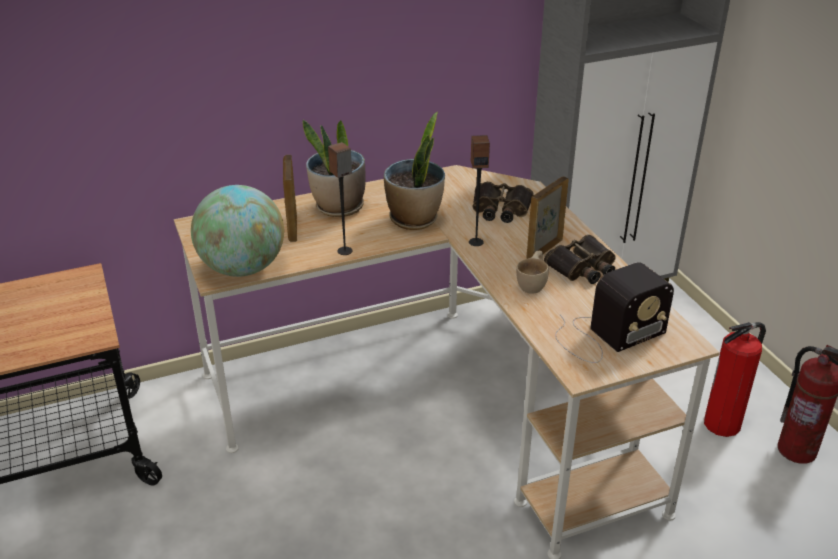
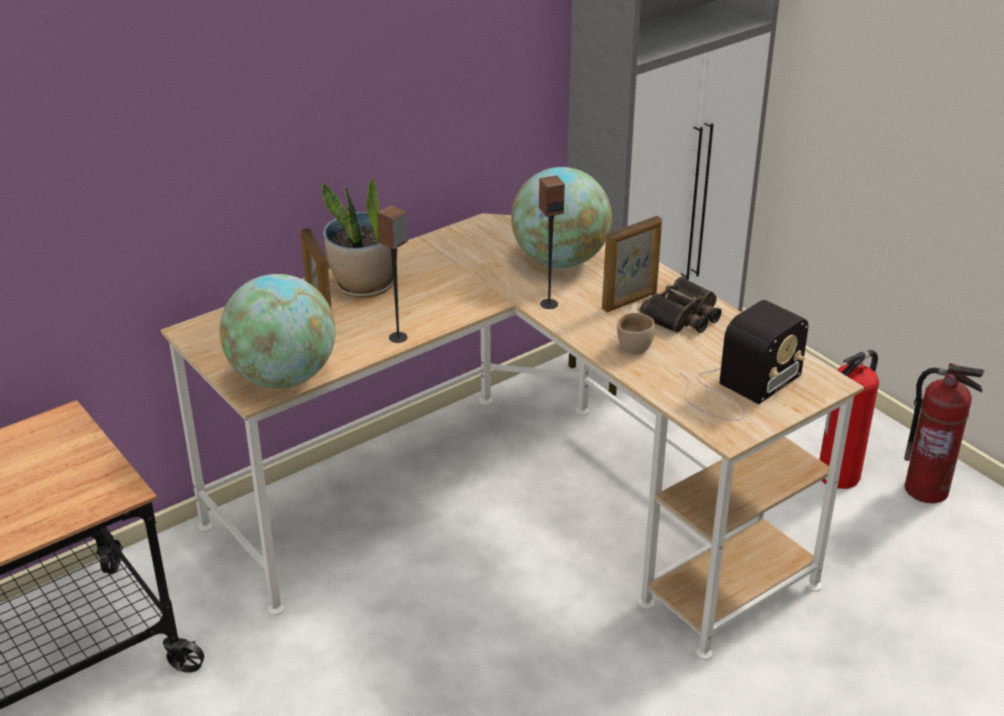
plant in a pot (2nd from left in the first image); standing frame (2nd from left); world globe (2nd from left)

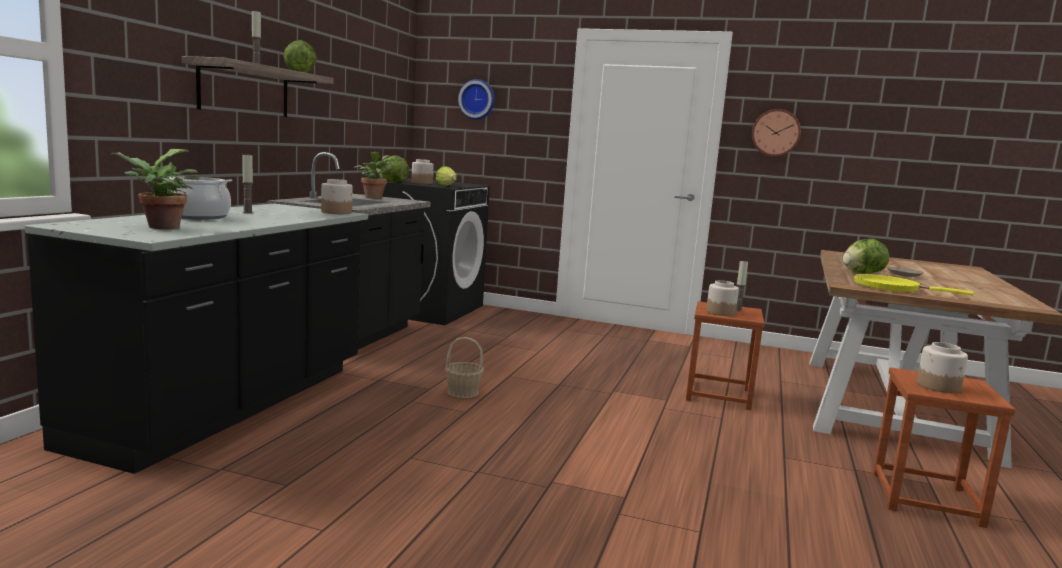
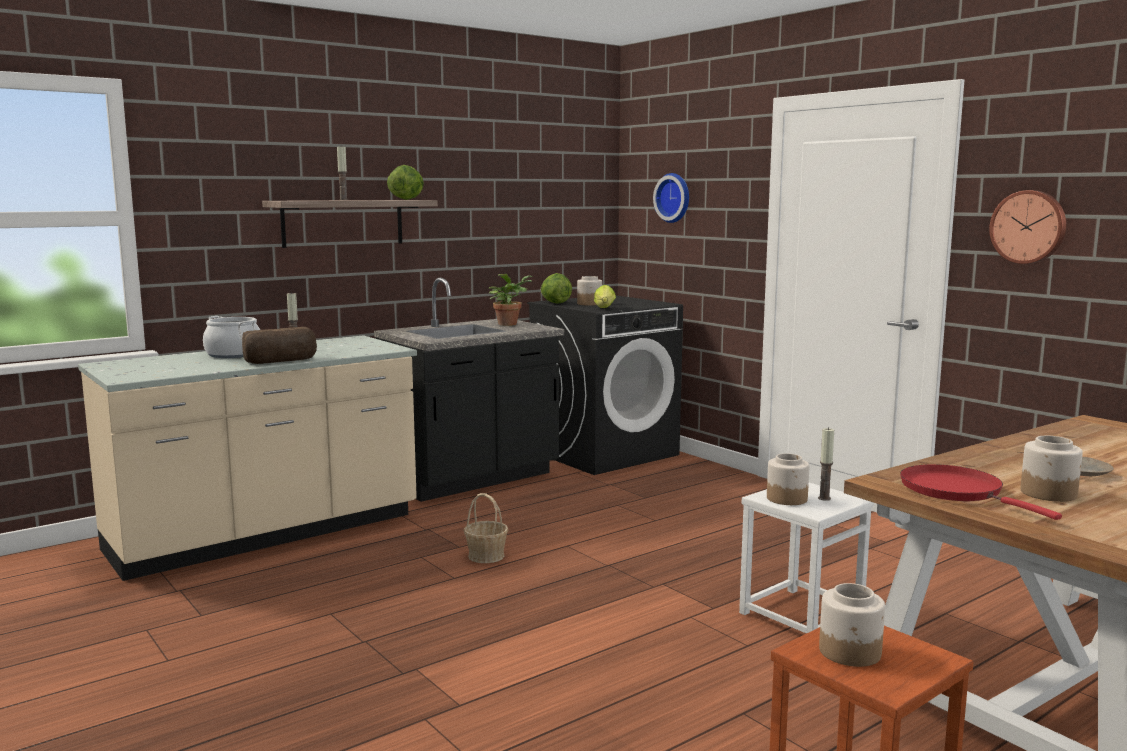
plant in a pot (1st from left in the first image); storage jar (4th from left); sand-coloured counter; lettuce head (4th from left in the first image); red-coloured frying pan; whitish stool; bread

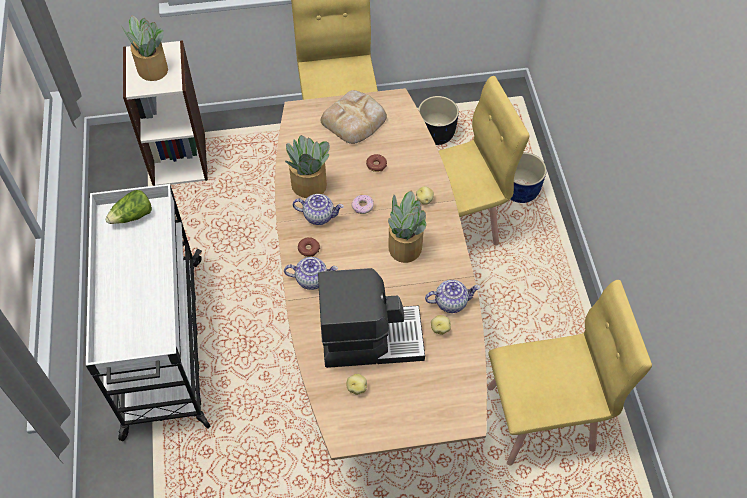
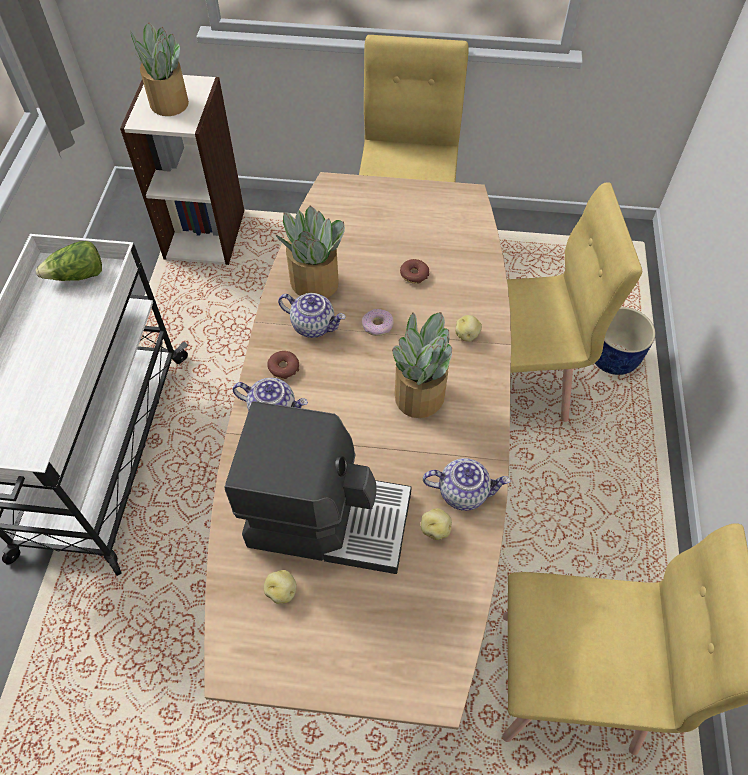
bread; black plant pot

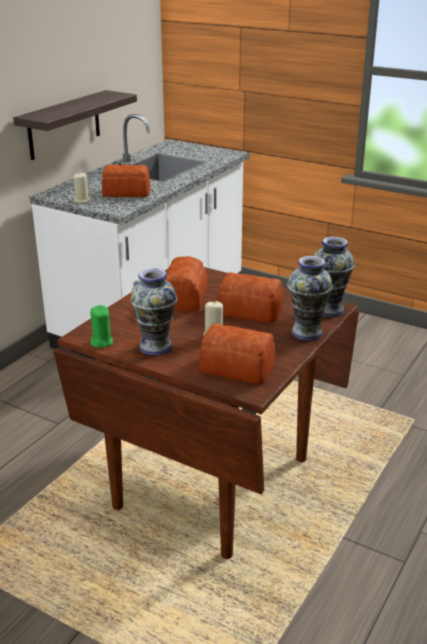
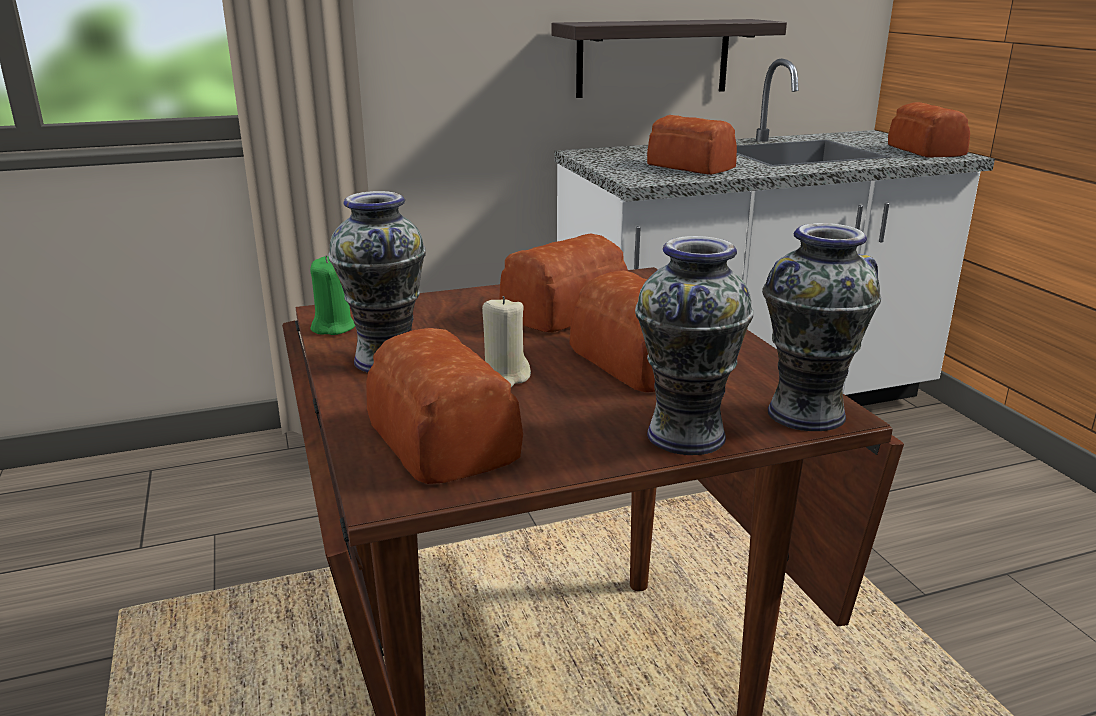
sand-coloured wax candle (1st from left in the first image); bread (5th from left)

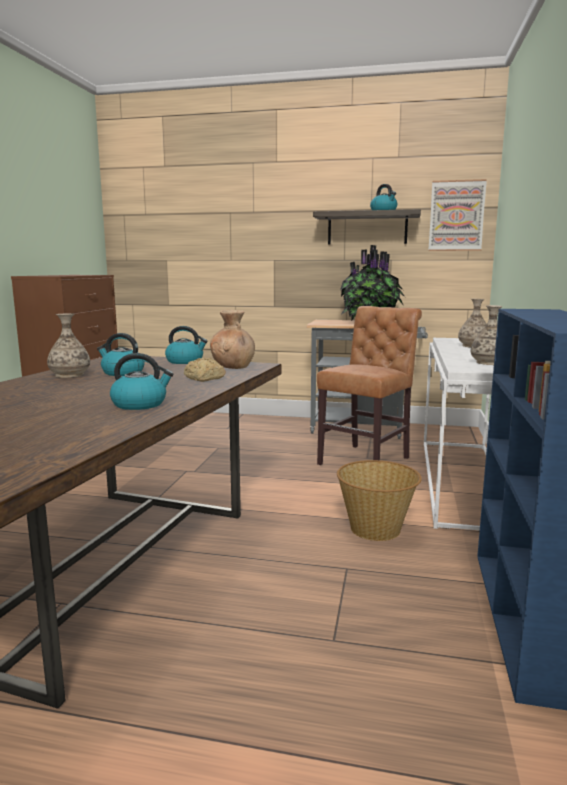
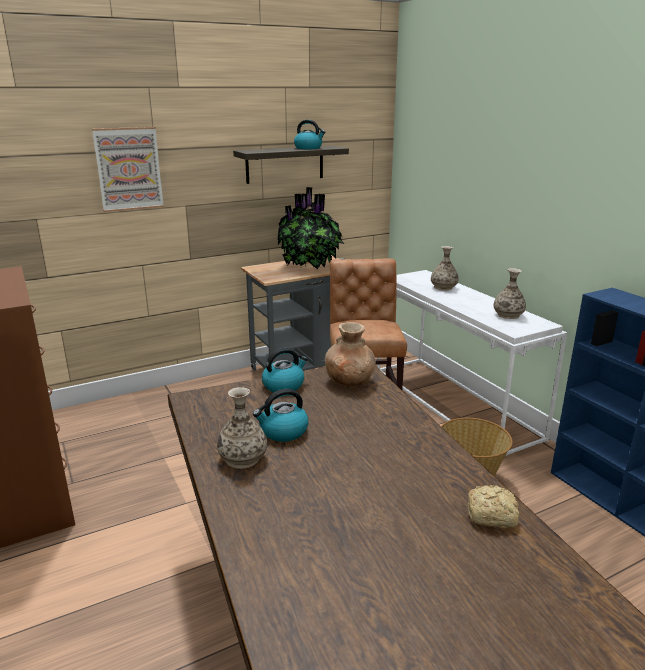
wall picture; kettle (2nd from left in the first image); bread

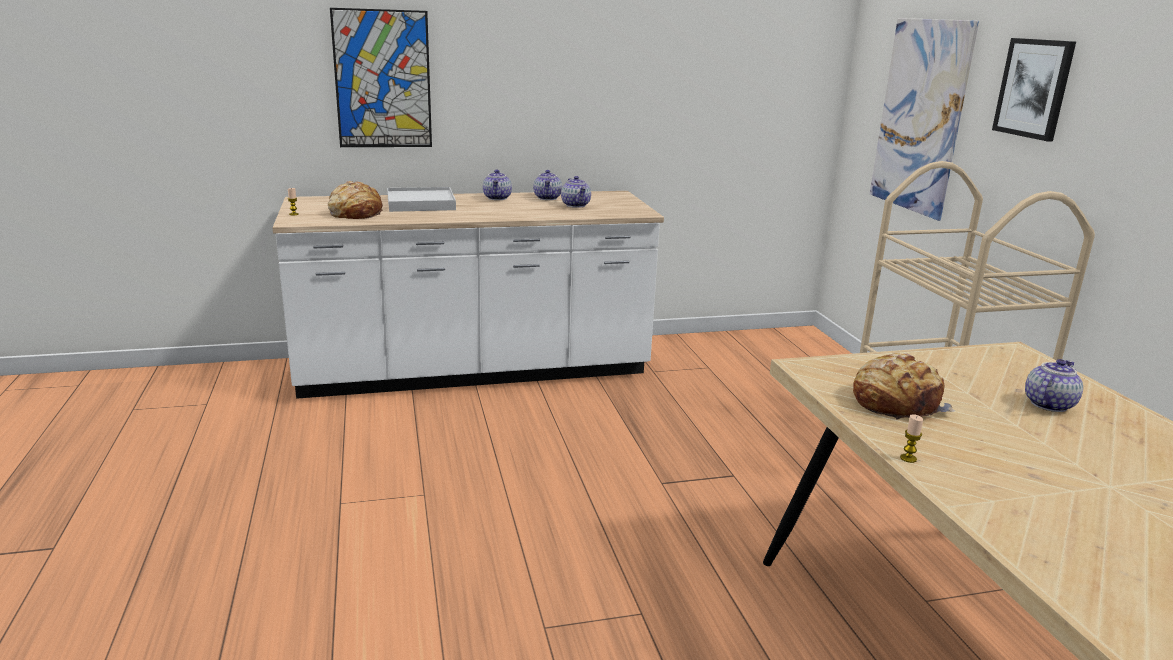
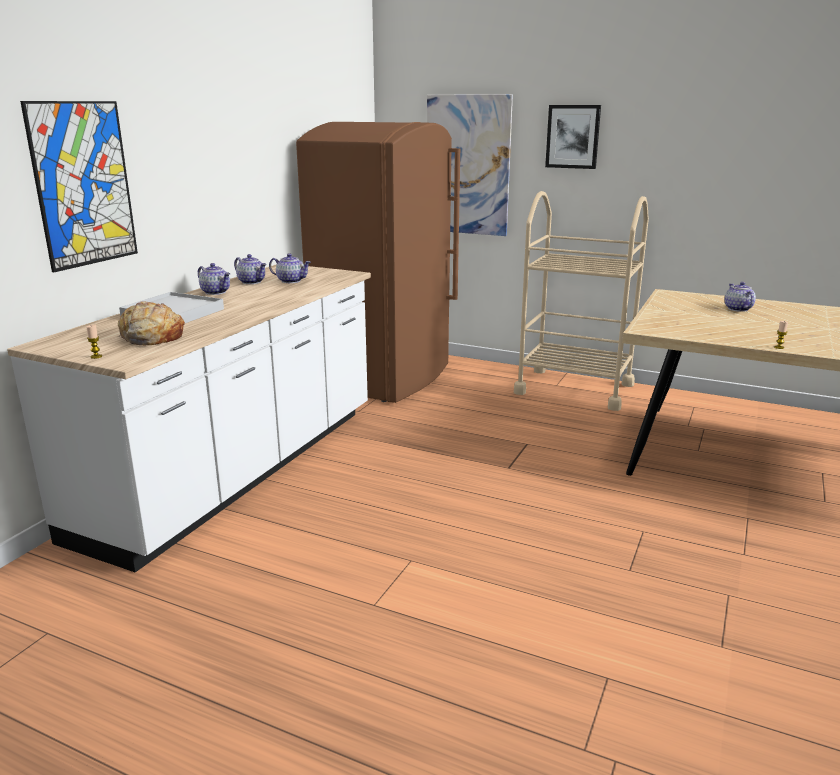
bread (2nd from left in the first image); brownish fridge

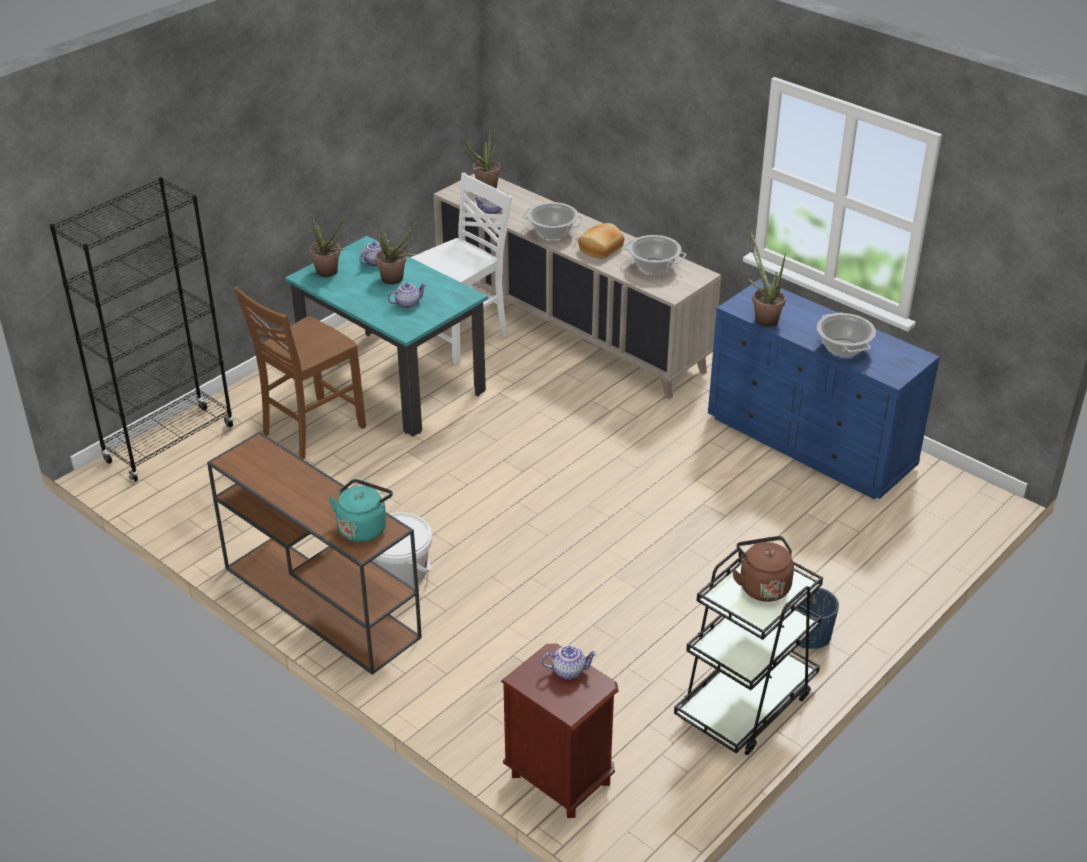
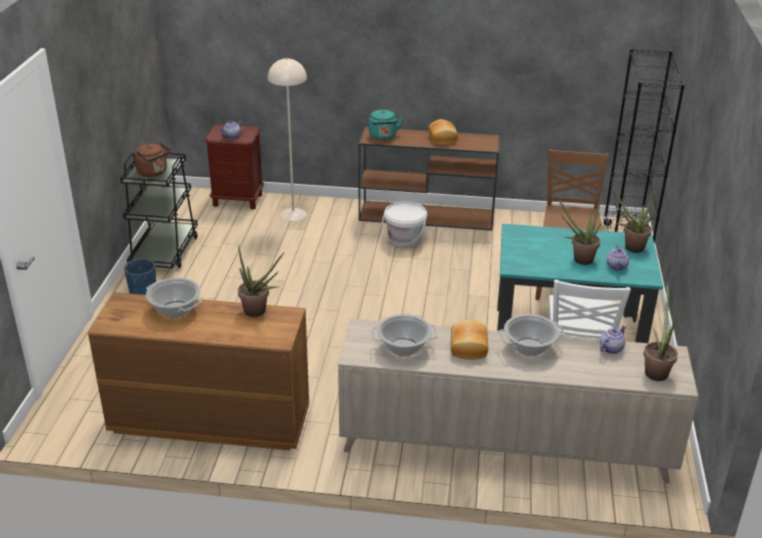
brownish chest of drawers; teapot (2nd from left in the first image); sand-coloured floor lamp; bread (1st from left)

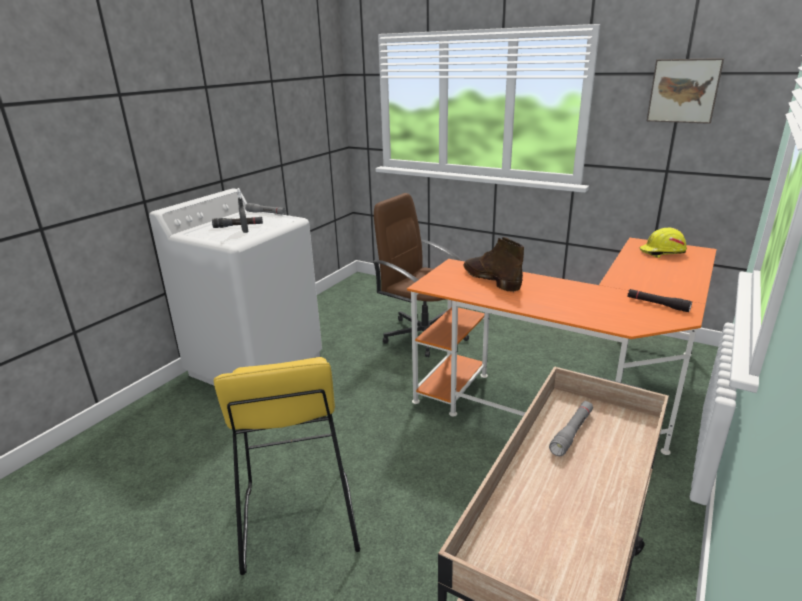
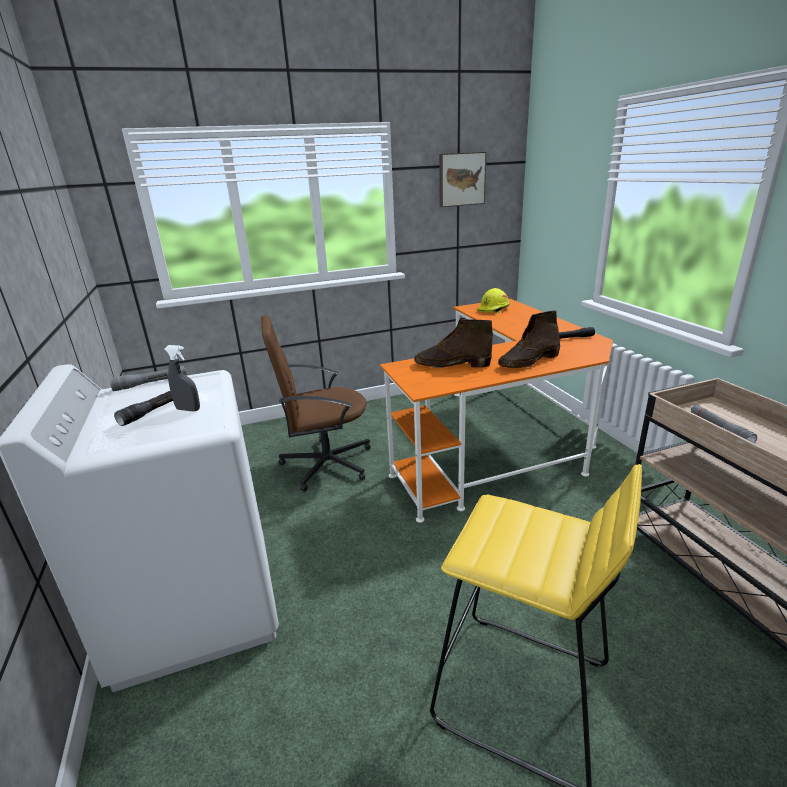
brownish high-top boot (2nd from left)

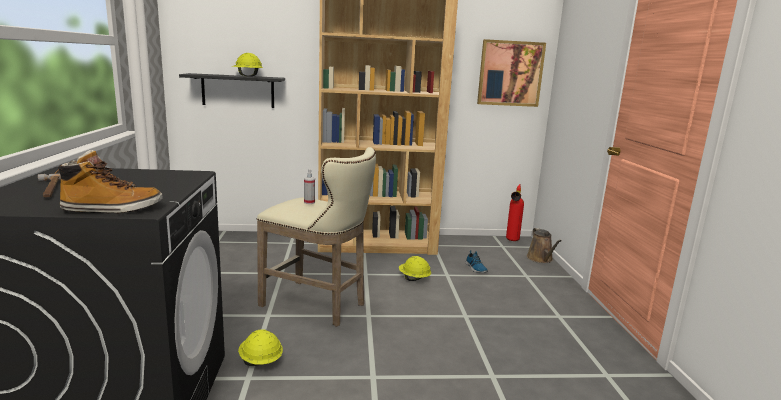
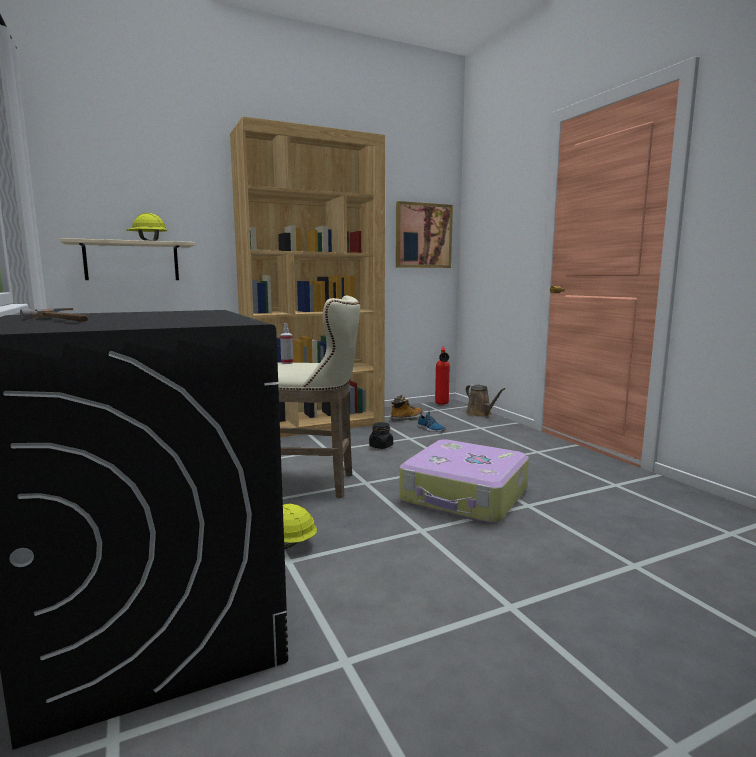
sand-coloured wall shelf; high-top boot; black storage jar; suitcase

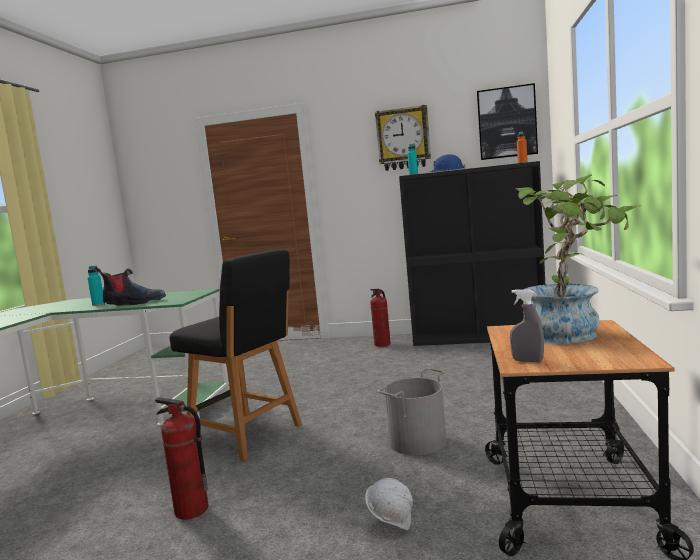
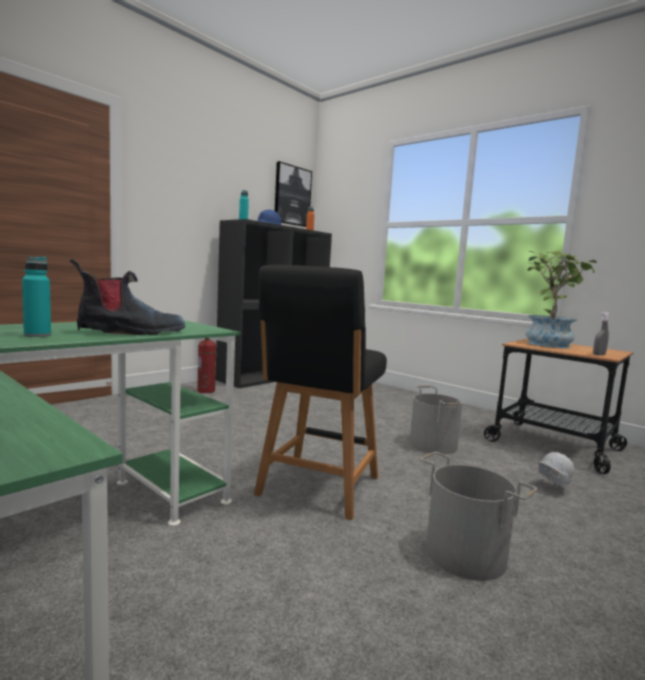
hanging clock; black chair; high-top boot; grey pail (2nd from left)

